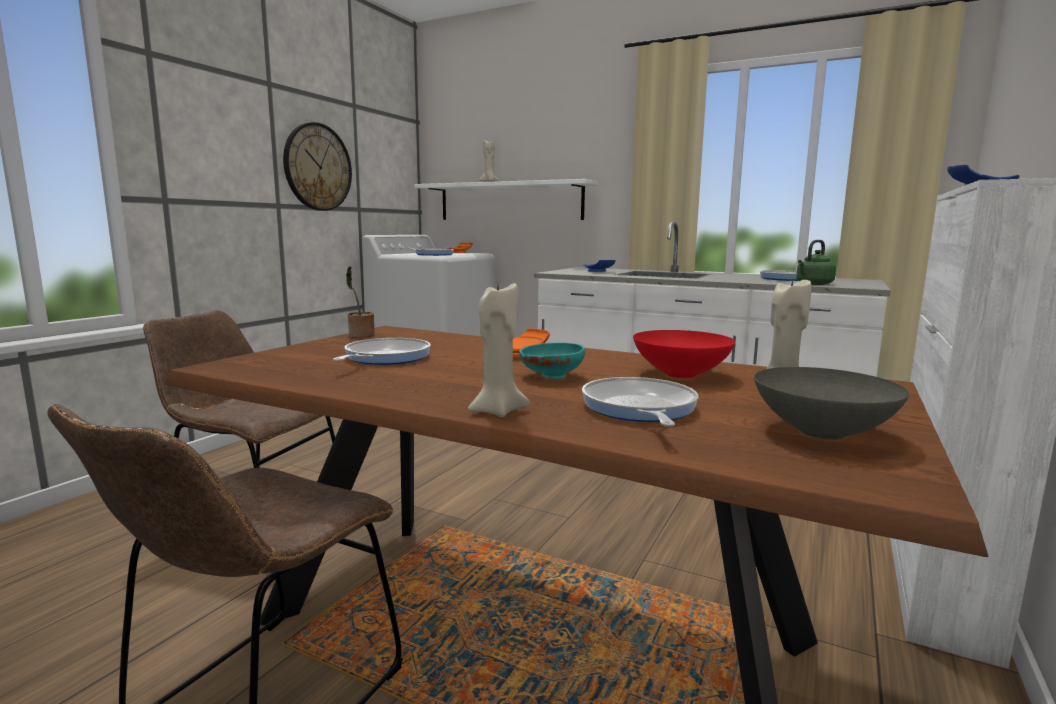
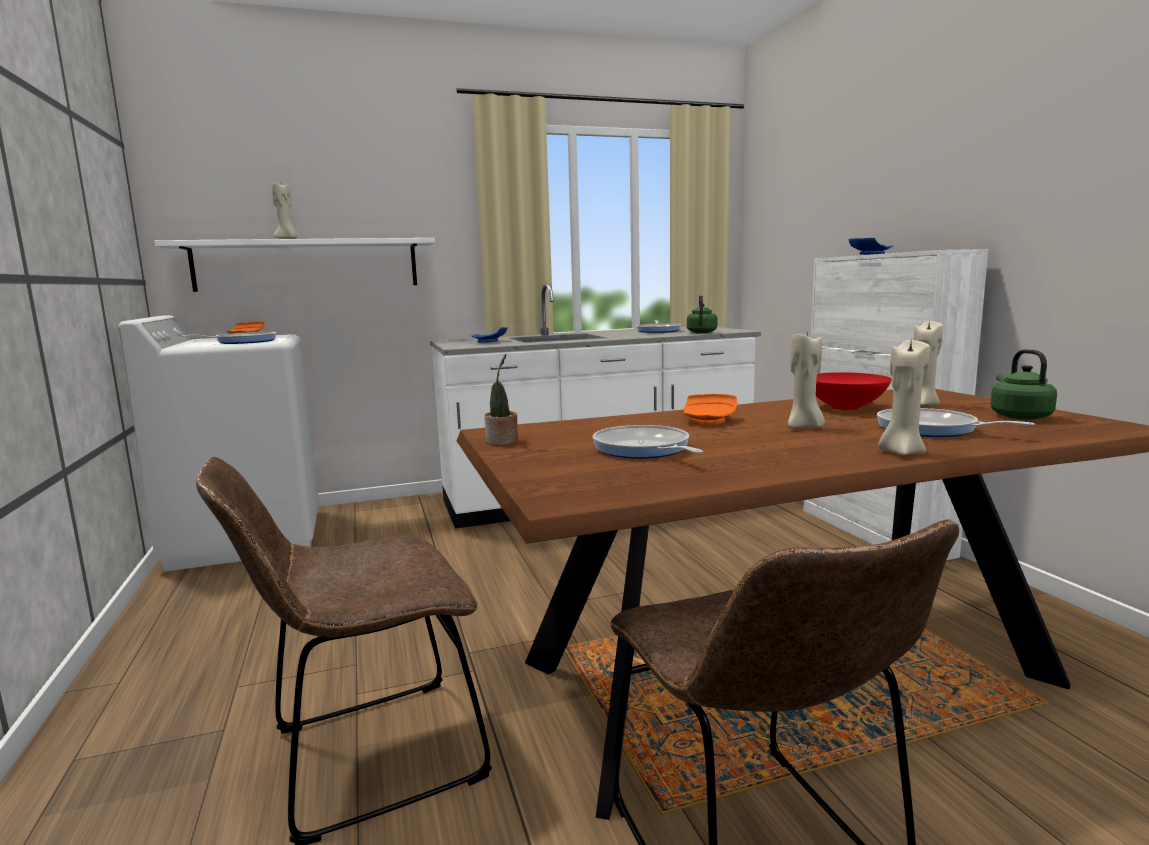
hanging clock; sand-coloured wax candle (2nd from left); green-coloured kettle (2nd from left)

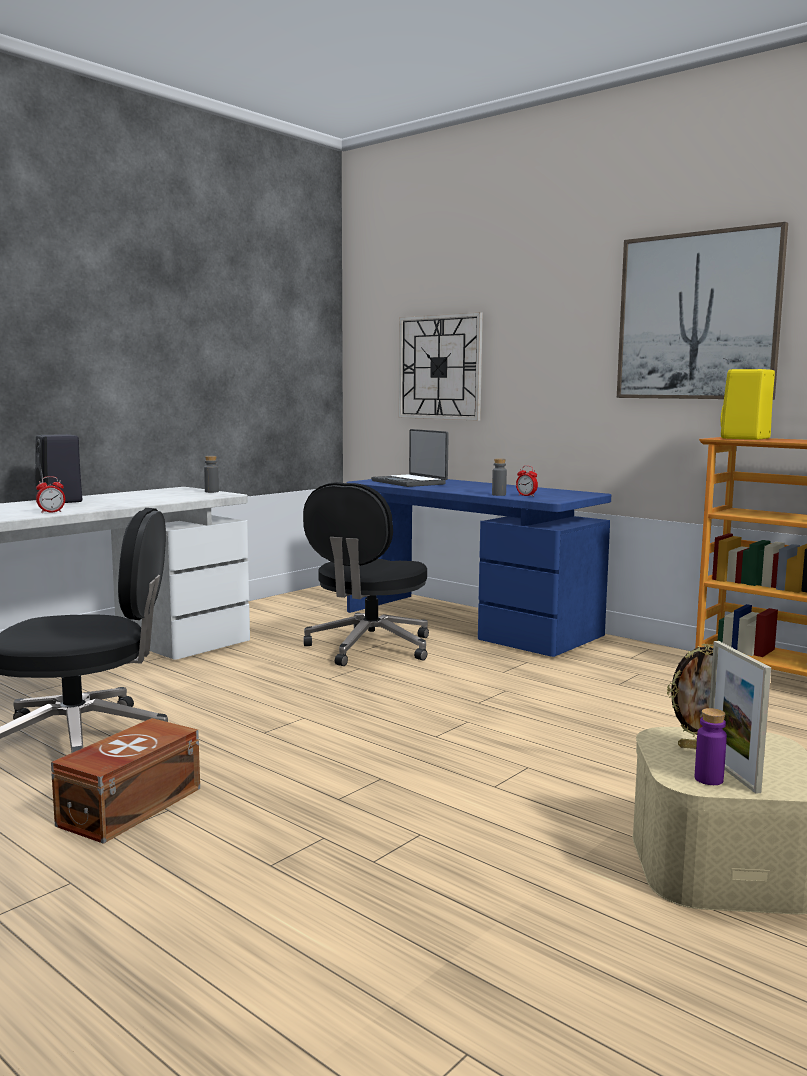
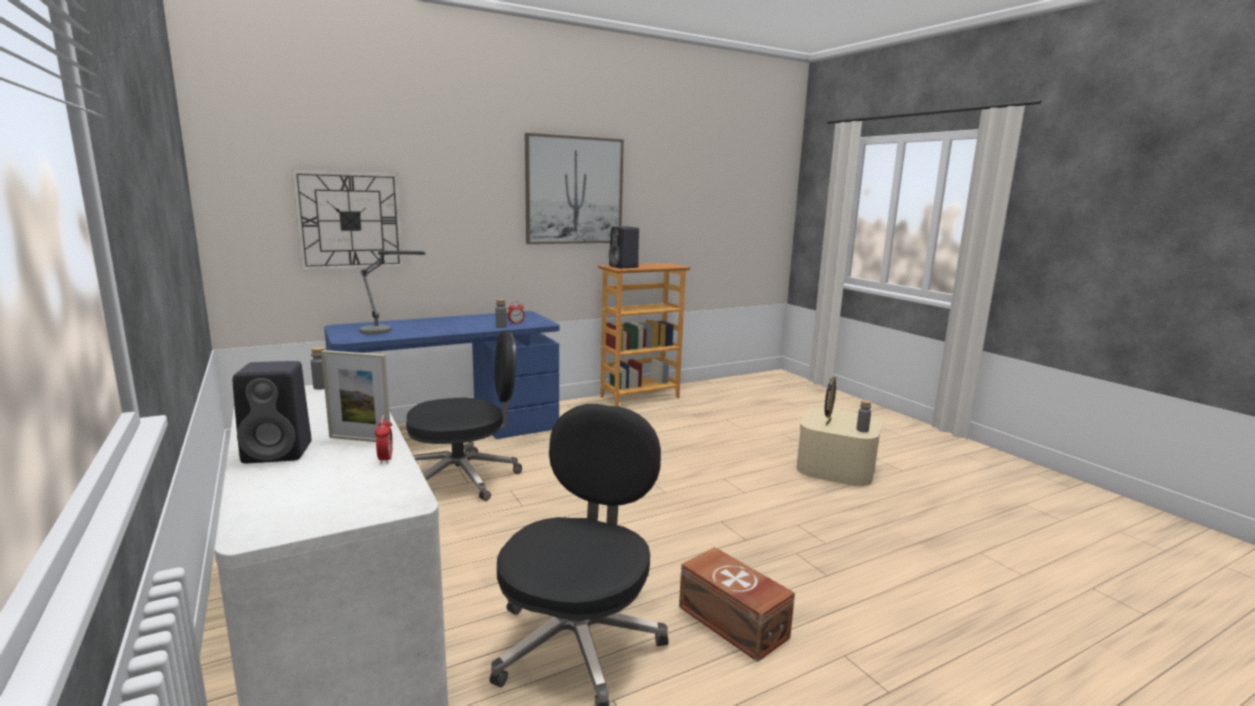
black loudspeaker (2nd from left); tabletop lamp; black computer chair (1st from left); standing frame (1st from left); grey beverage bottle (3rd from left)

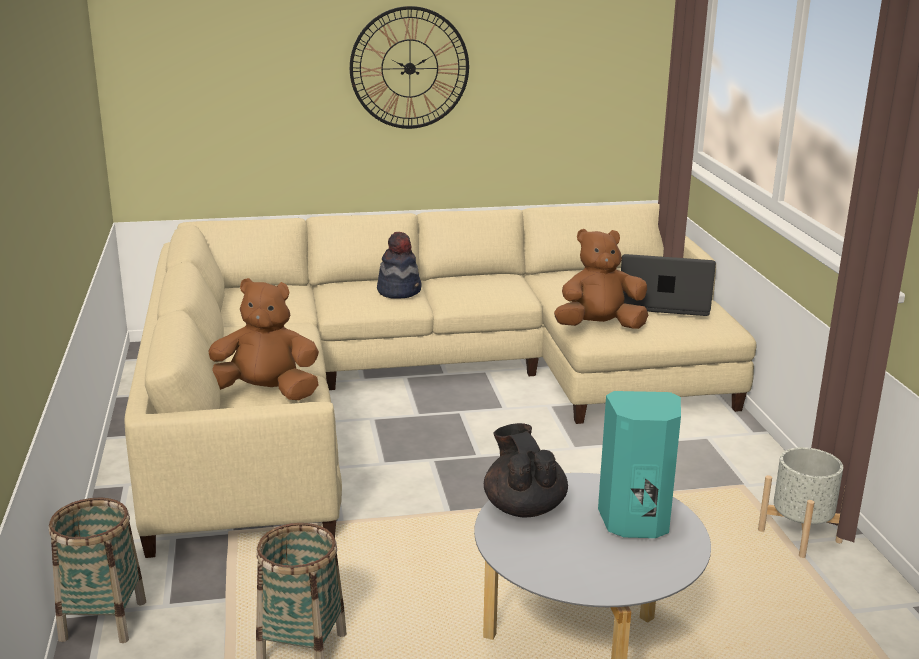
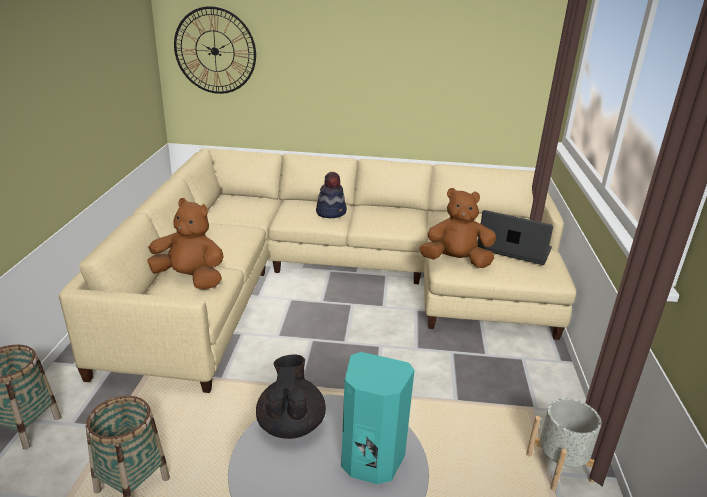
hanging clock

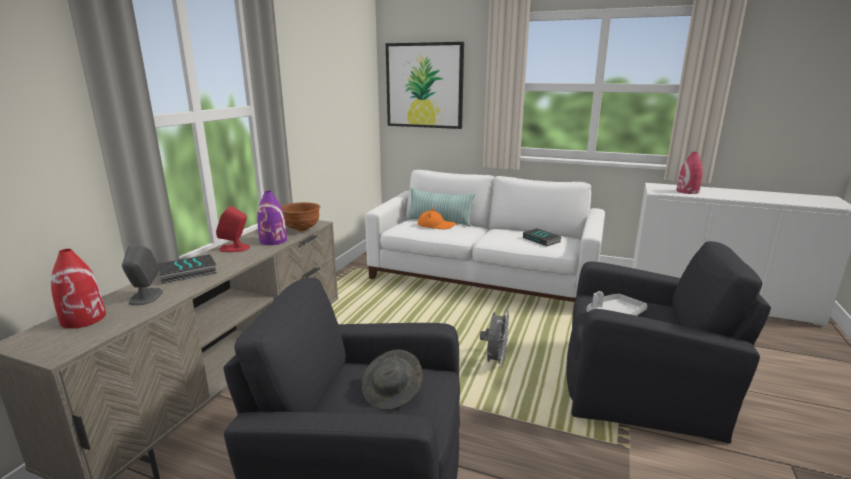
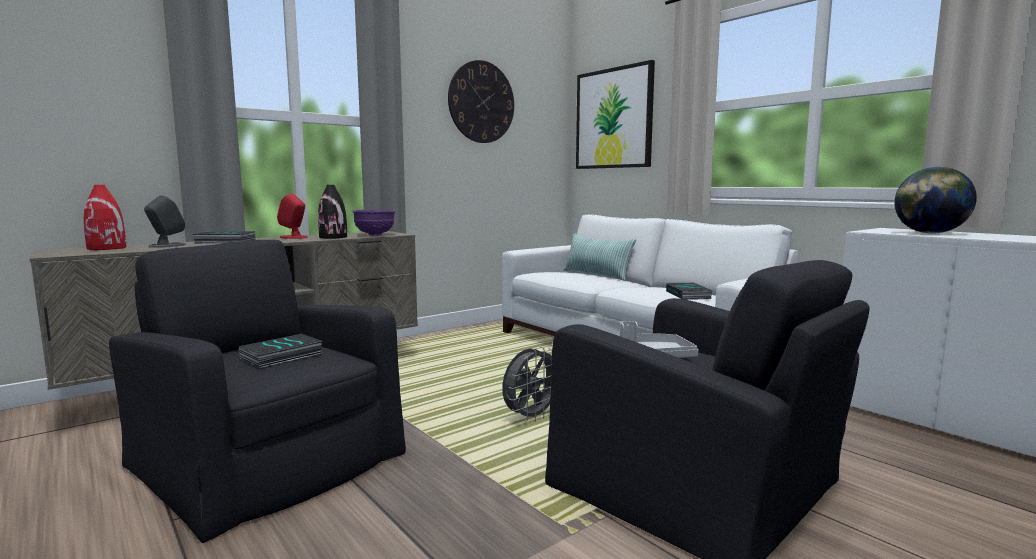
world globe; black flower vase; purple serving bowl; orange-coloured wearable hat; volume (2nd from left); hanging clock

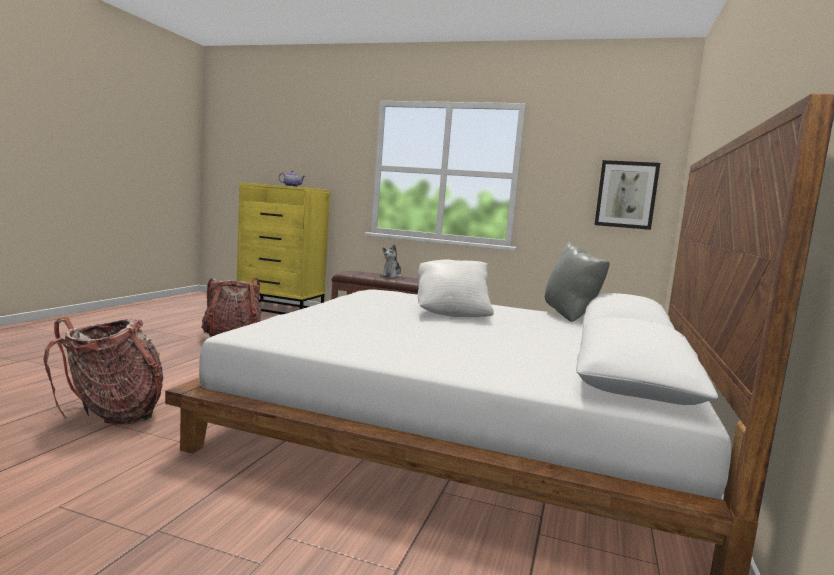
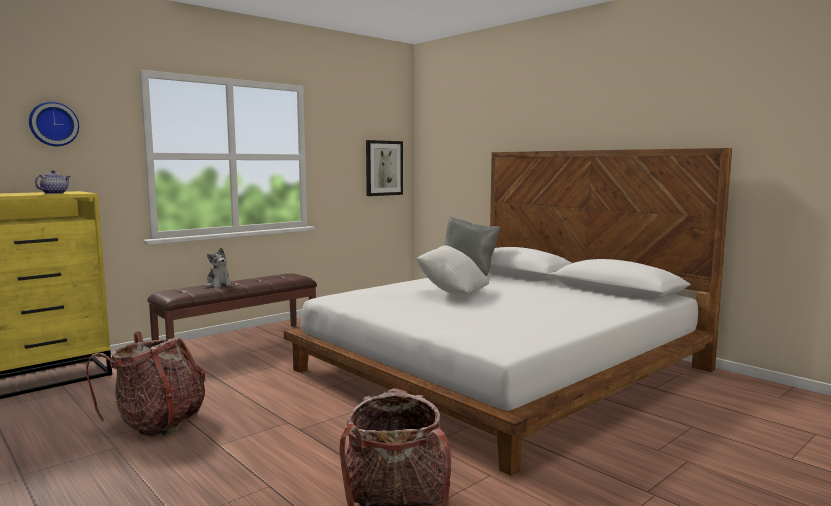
hanging clock

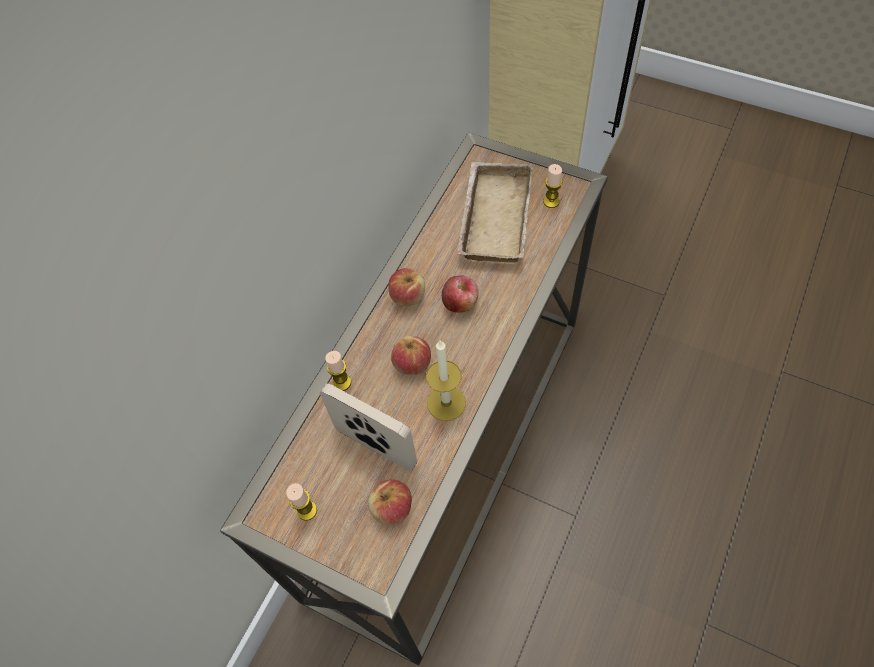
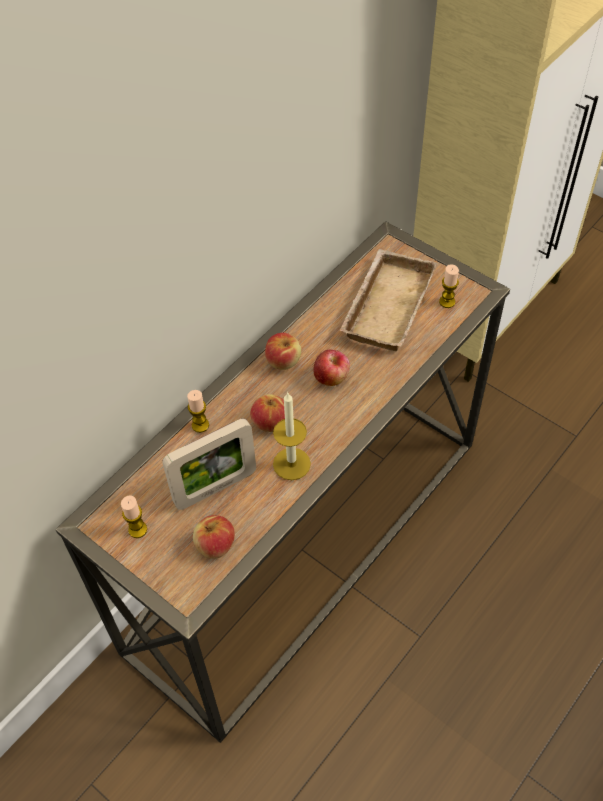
standing frame

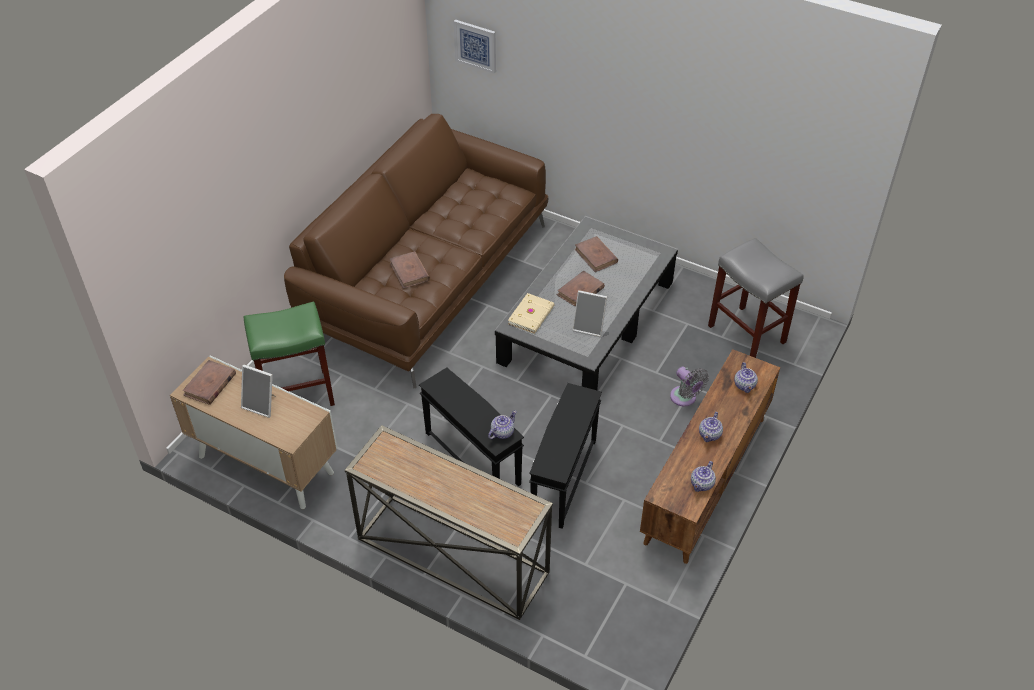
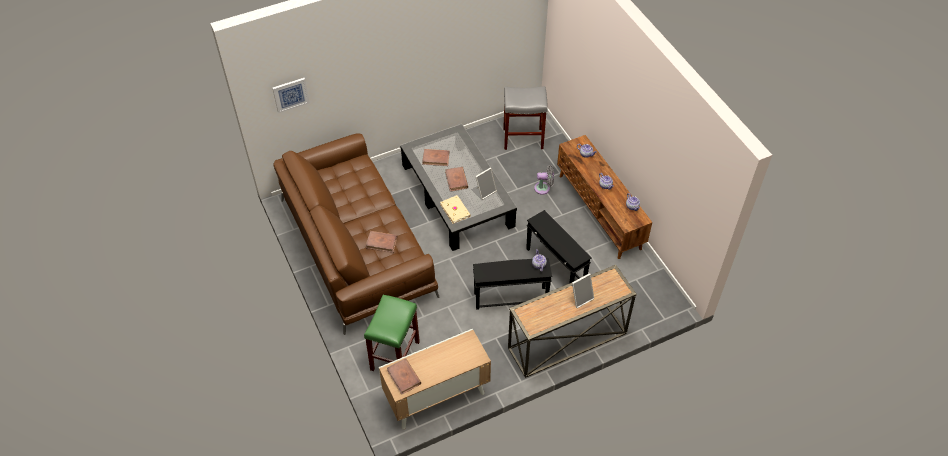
standing frame (2nd from left)

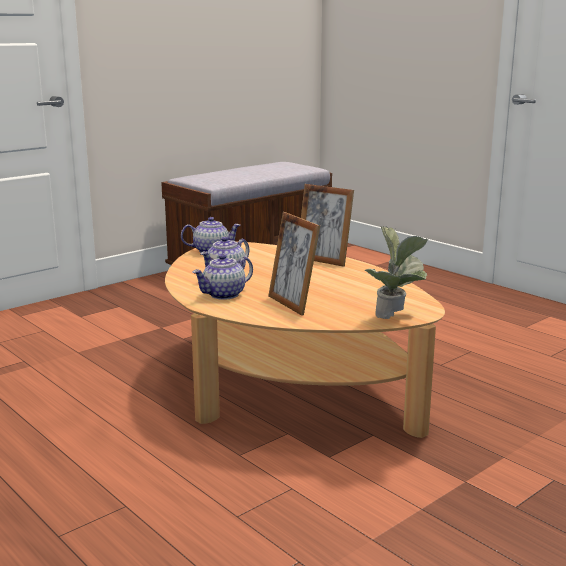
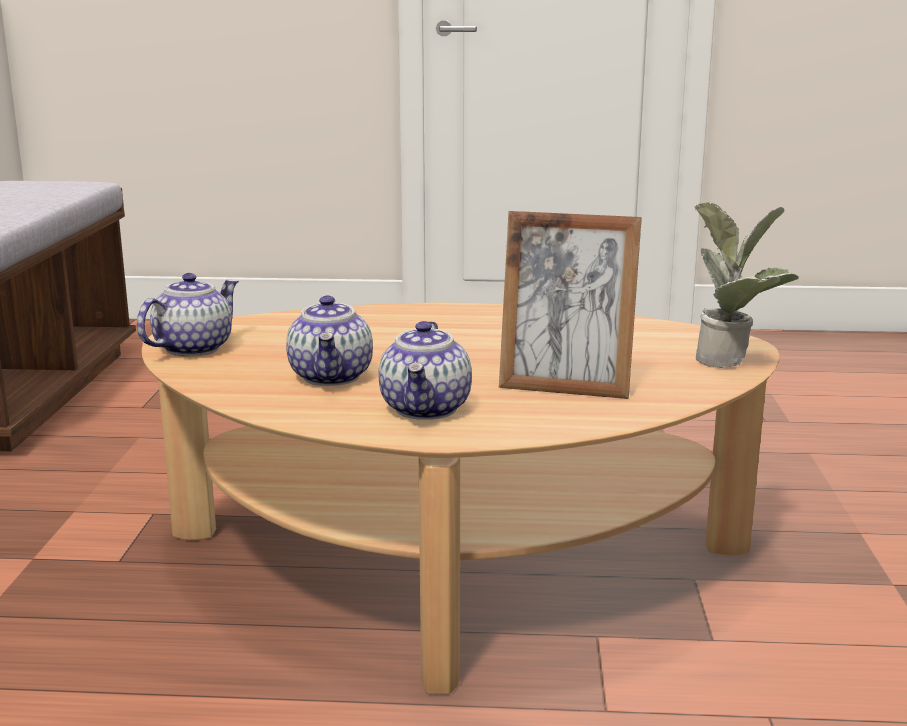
standing frame (2nd from left in the first image)

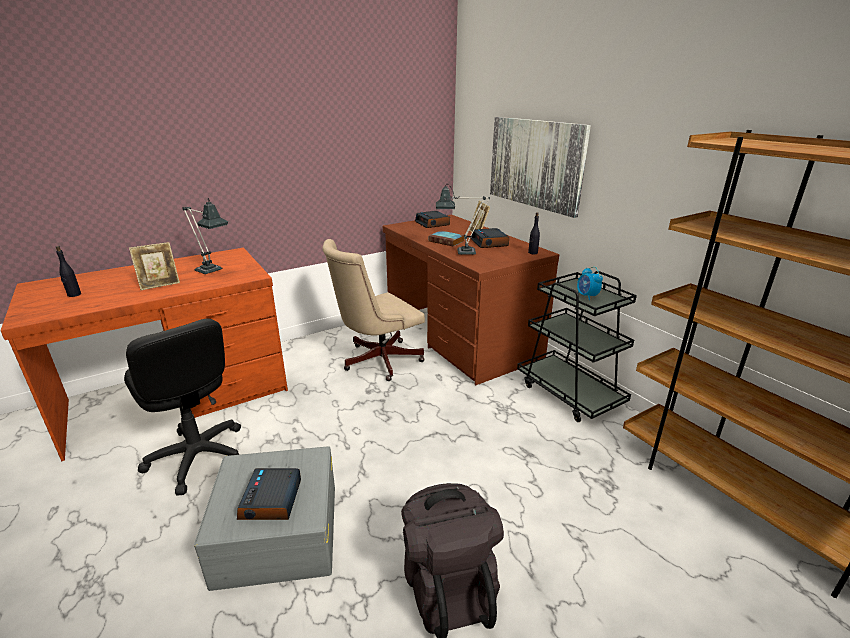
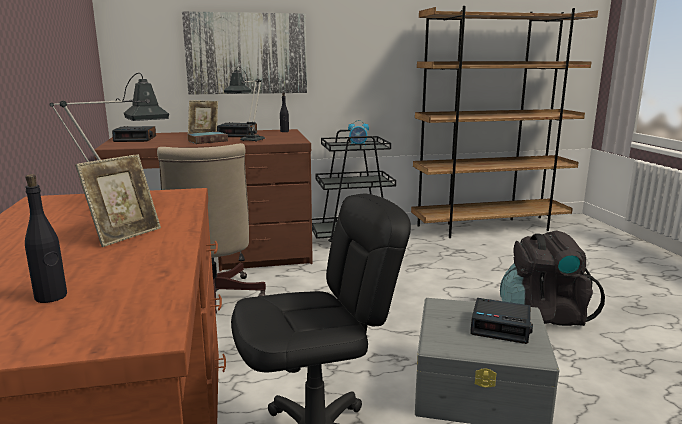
standing frame (1st from left)

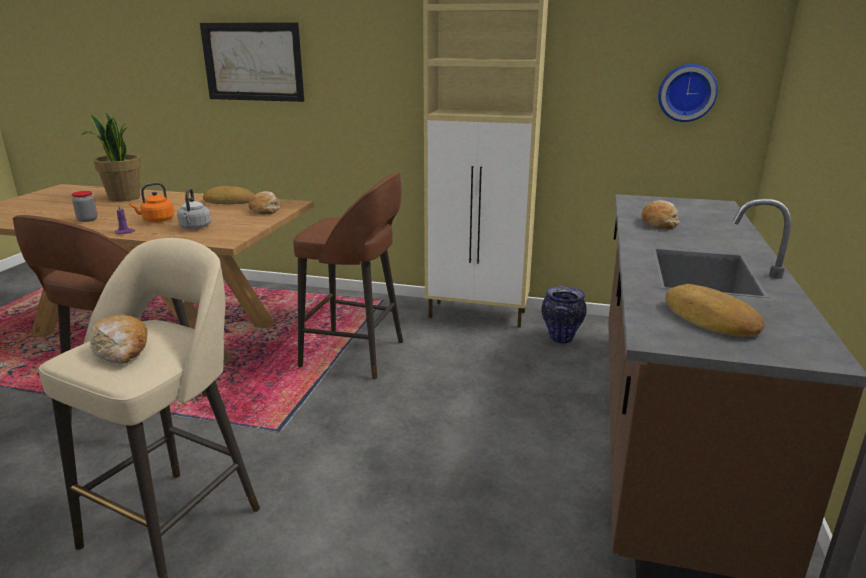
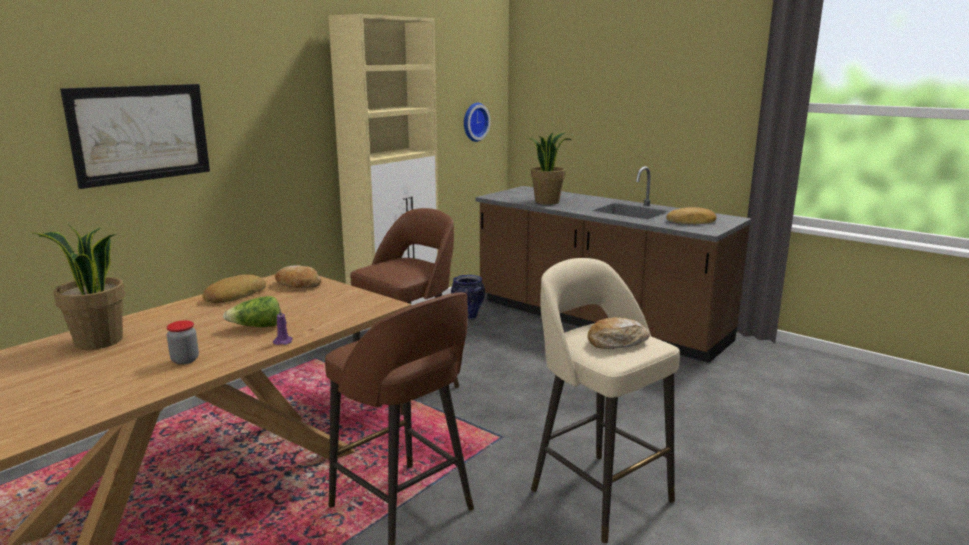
lettuce head; grey kettle; plant in a pot (2nd from left)

